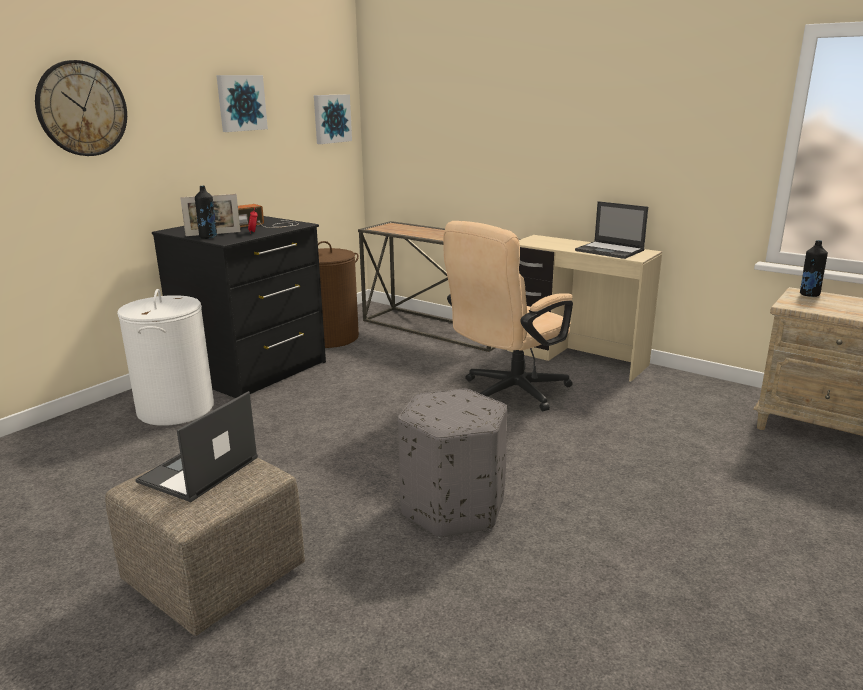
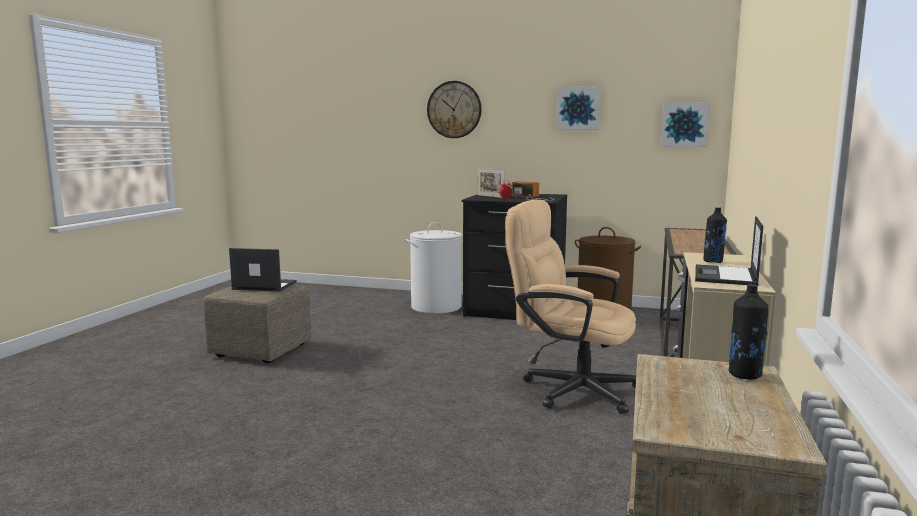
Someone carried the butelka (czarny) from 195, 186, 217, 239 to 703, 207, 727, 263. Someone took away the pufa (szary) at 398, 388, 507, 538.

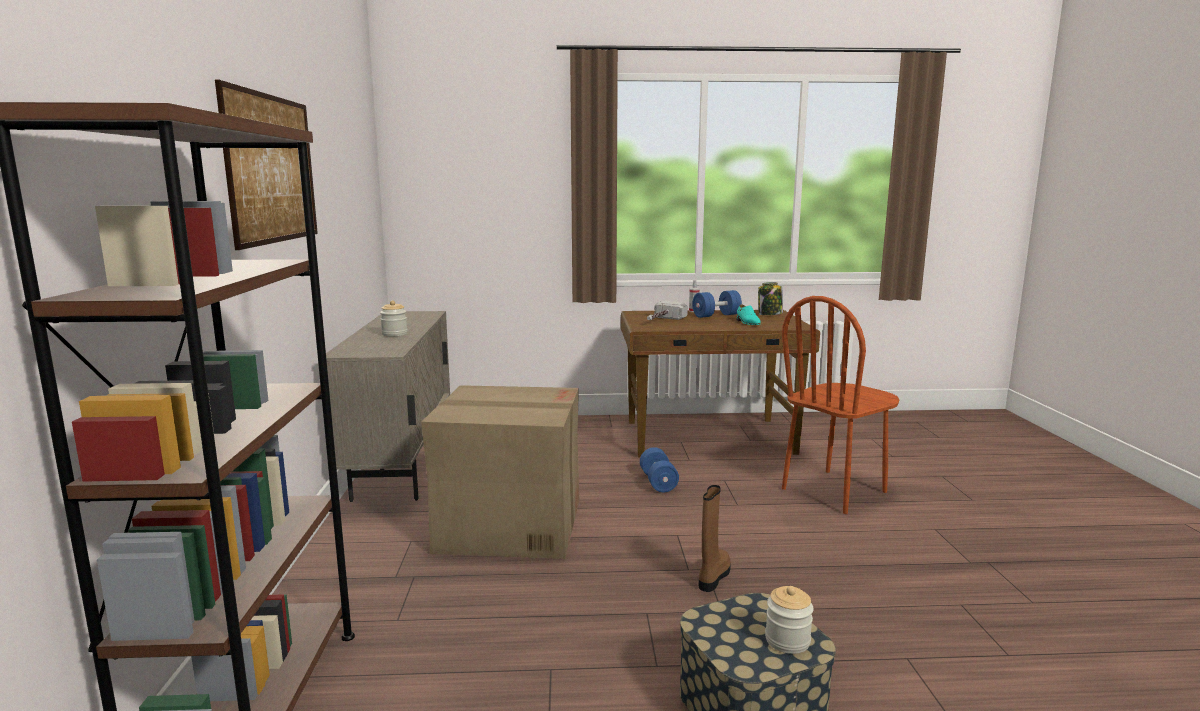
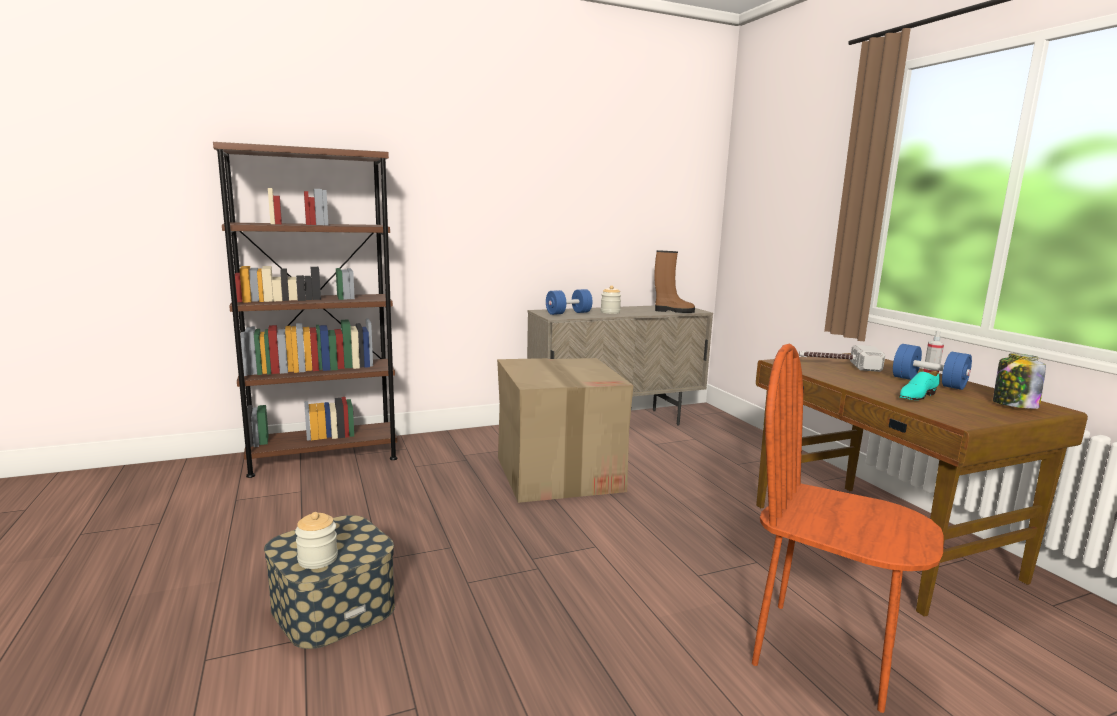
Someone took away the obraz at 215, 79, 318, 250. Someone carried the hantel (niebieski) from 640, 447, 679, 492 to 546, 289, 593, 315. Someone carried the but z cholewką (brązowy) from 698, 485, 731, 592 to 654, 250, 695, 313.

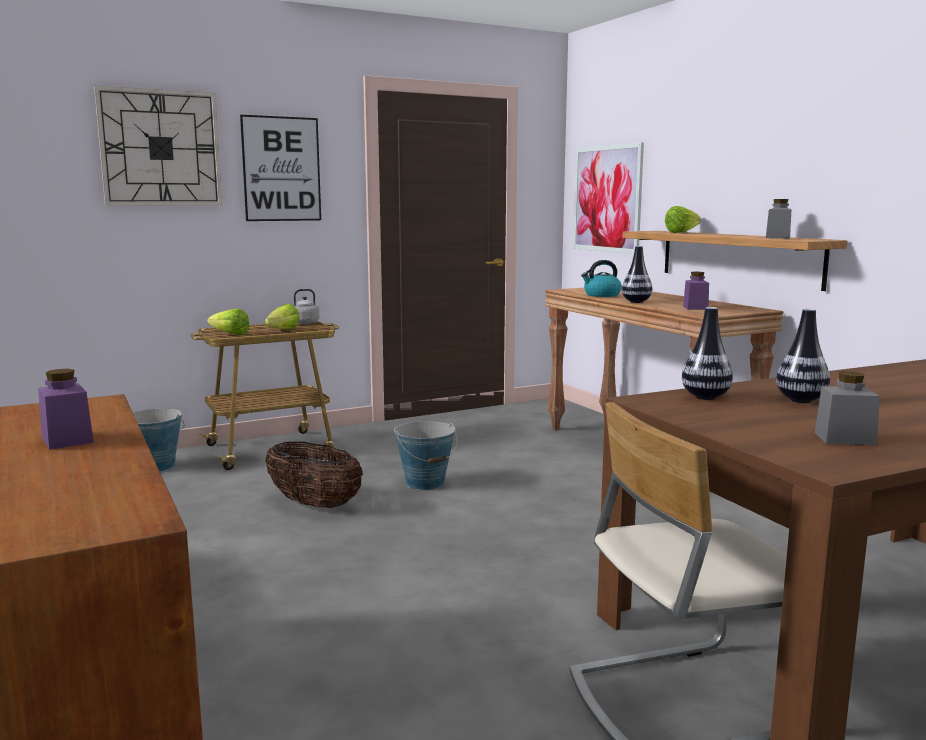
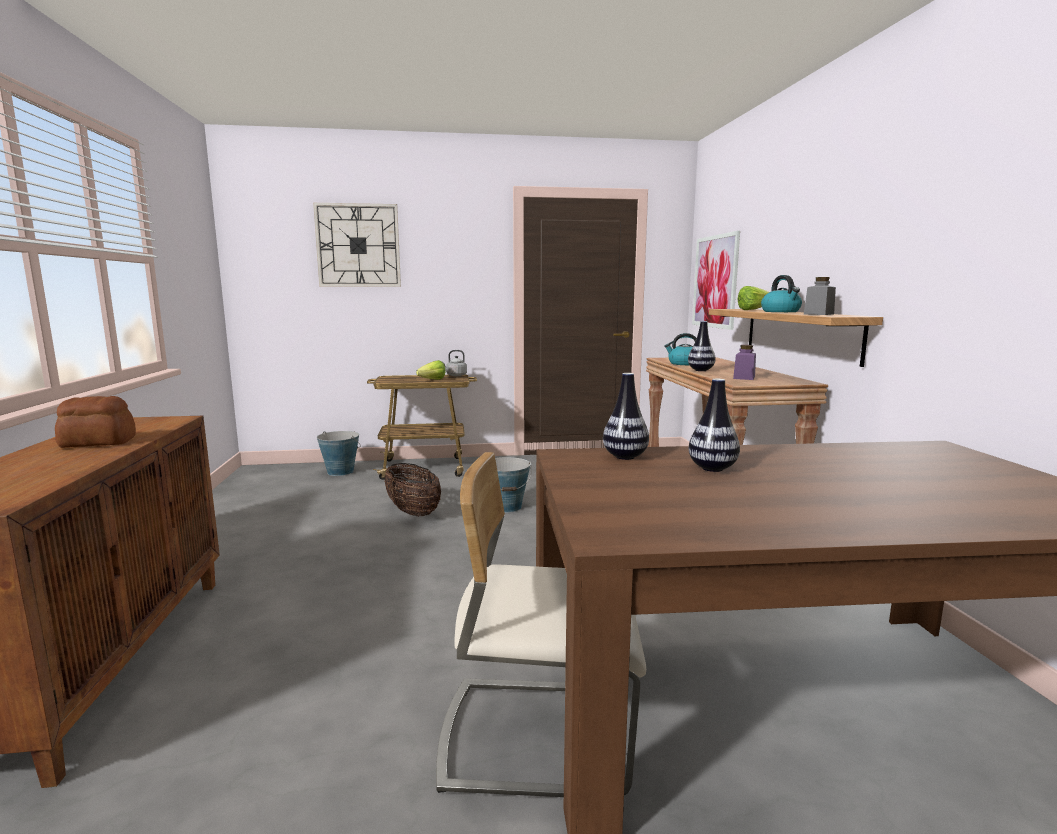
Someone swapped the słoik (fioletowy) at 38, 369, 94, 450 for the chleb at 55, 396, 136, 448. Someone took away the sałata at 207, 309, 250, 335. Someone took away the obraz at 240, 115, 321, 221. Someone took away the słoik (szary) at 815, 371, 880, 445. Someone put down the czajnik at 761, 275, 802, 312.

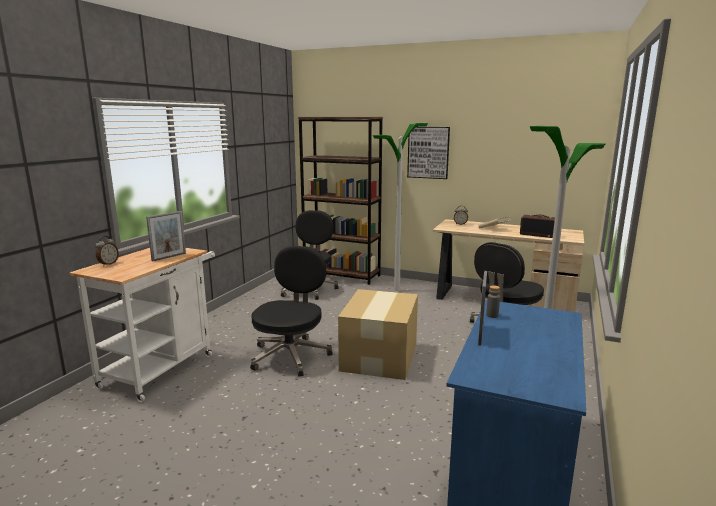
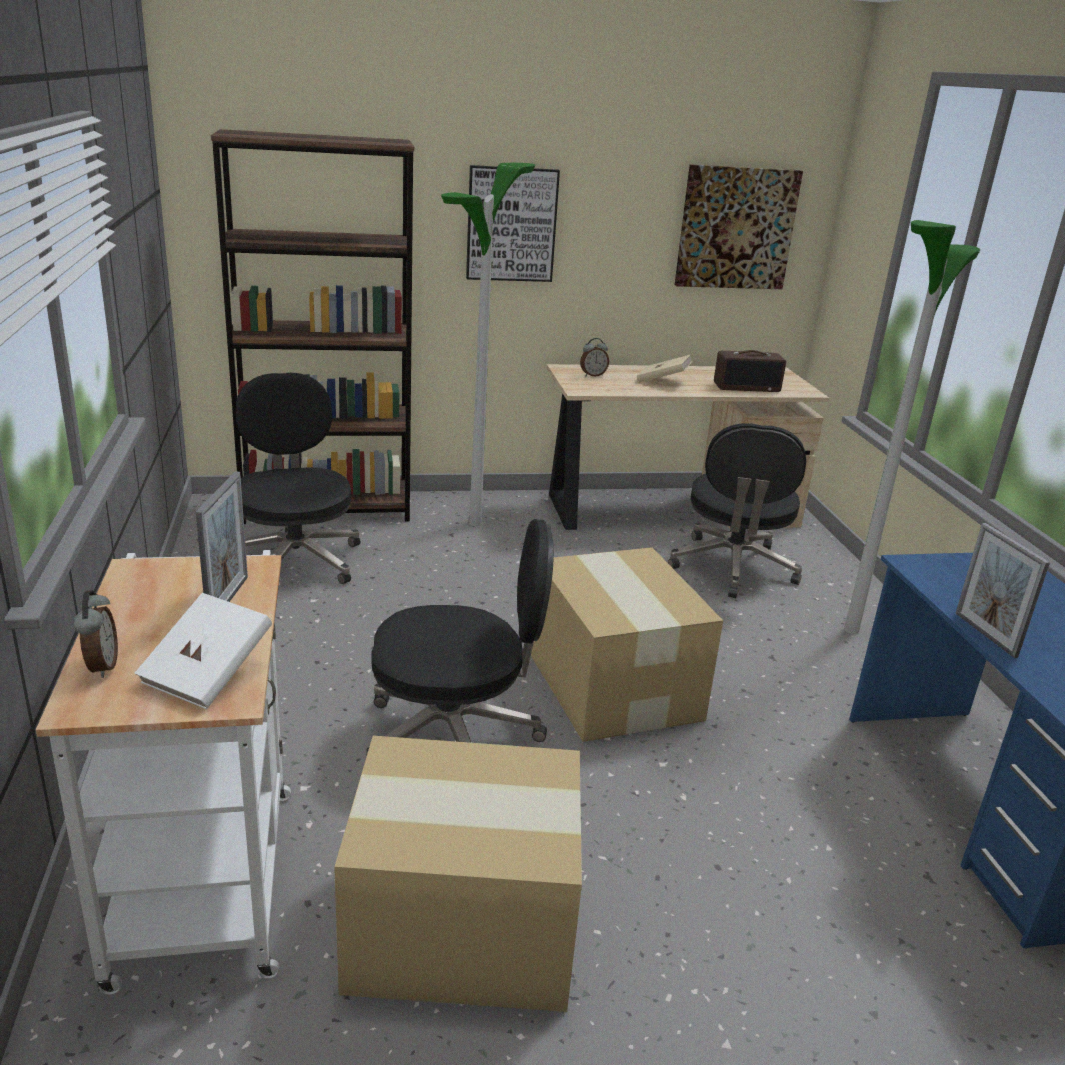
Someone rotated the krzesło biurowe (czarny) at 250, 246, 332, 377 by 105 degrees clockwise. Someone took away the butelka (szary) at 486, 285, 500, 318. Someone put down the książka (biały) at 134, 593, 272, 709. Someone put down the karton at 334, 736, 582, 1012. Someone put up the obraz at 674, 164, 803, 289.

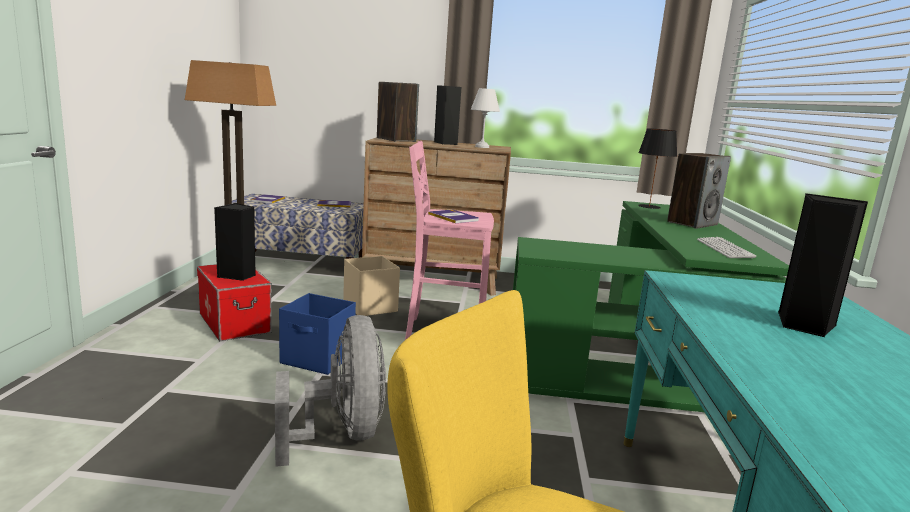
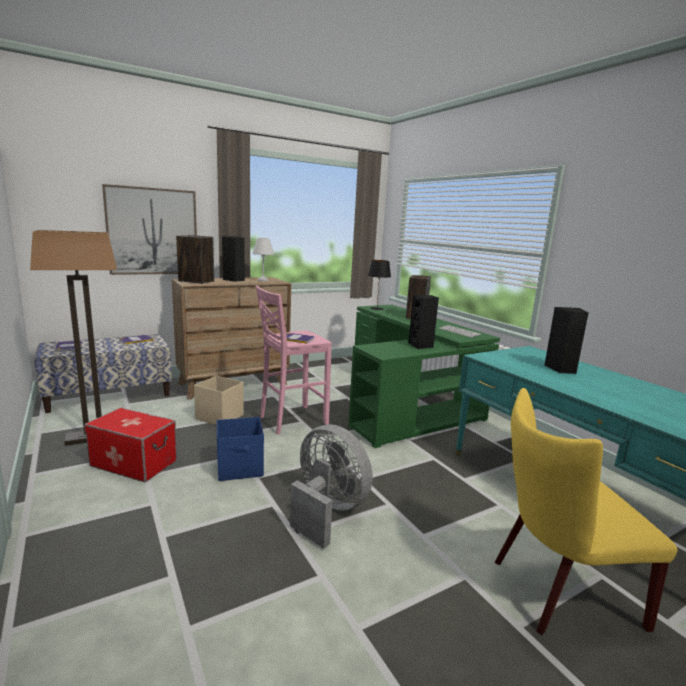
Someone carried the głośnik (czarny) from 214, 203, 256, 281 to 408, 295, 439, 349. Someone put up the obraz at 102, 184, 197, 275.

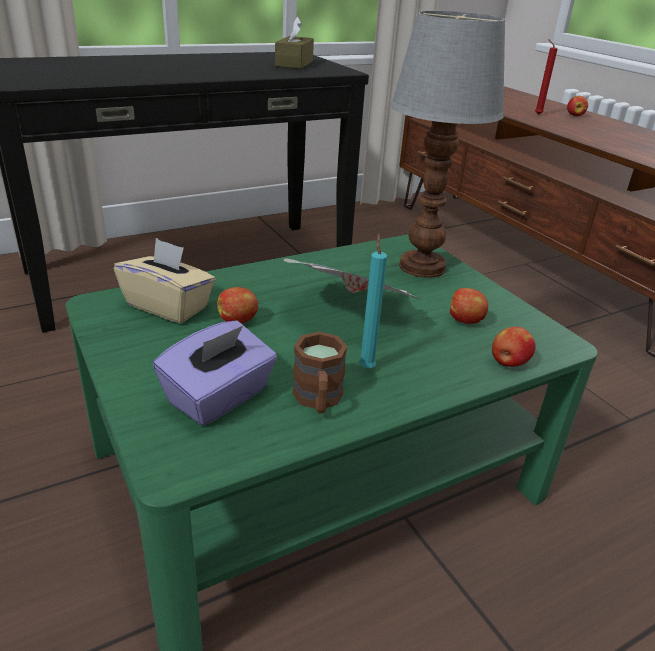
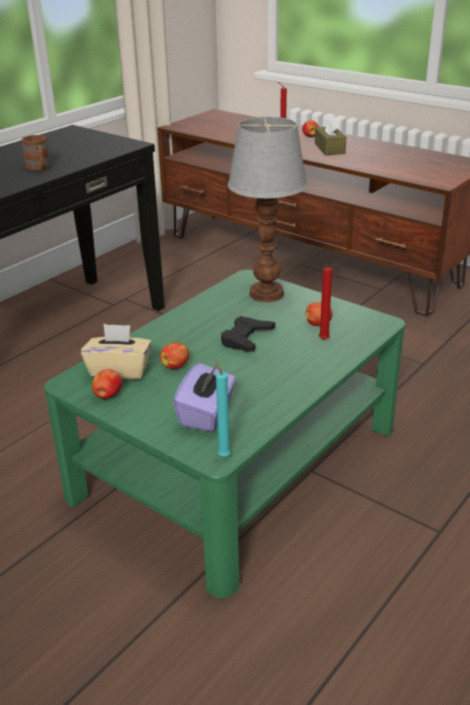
Someone carried the pudełko chusteczek (brązowy) from 275, 16, 314, 69 to 315, 115, 346, 155. Someone swapped the gazeta at 284, 258, 419, 299 for the pad do gier (czarny) at 221, 316, 275, 352. Someone carried the kubek (brązowy) from 292, 332, 348, 414 to 21, 135, 50, 170. Someone carried the świeca (turkusowy) from 359, 234, 387, 369 to 216, 360, 231, 457. Someone carried the jabłko from 492, 327, 536, 367 to 92, 369, 122, 399. Someone put down the świeca (czerwony) at 319, 263, 332, 340.

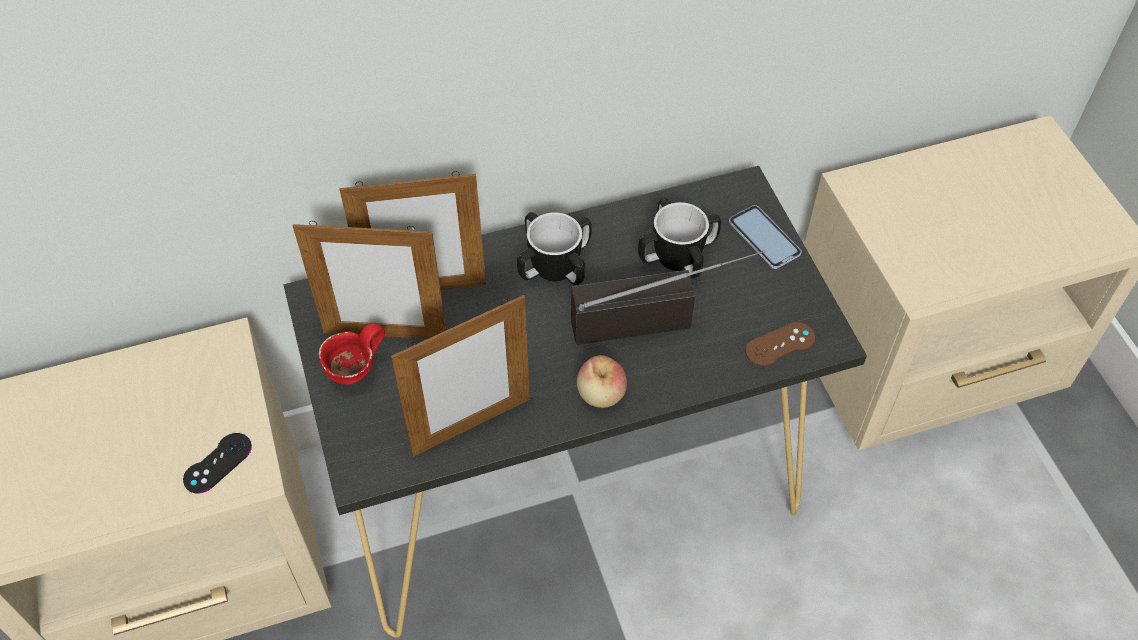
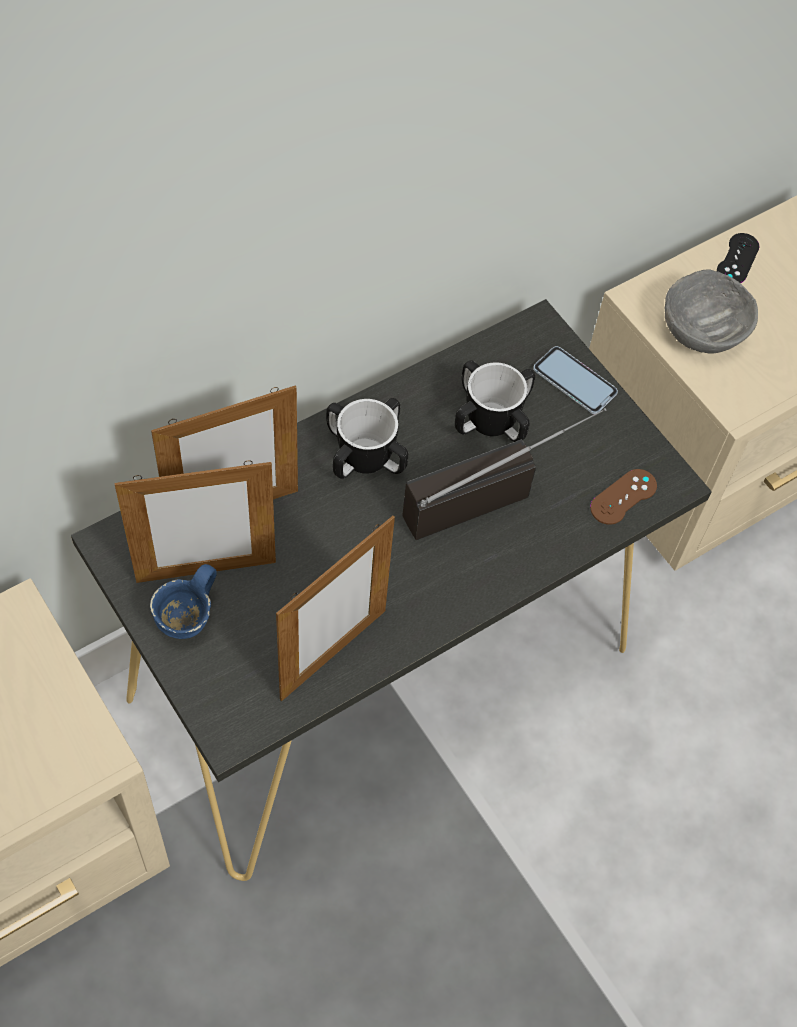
Someone carried the pad do gier (czarny) from 183, 433, 252, 494 to 717, 233, 760, 283. Someone repainted the kubek (czerwony) at 319, 322, 385, 385, which became the kubek (niebieski) at 150, 564, 217, 639. Someone took away the jabłko at 577, 355, 627, 408. Someone put down the miska (szary) at 665, 270, 758, 353.

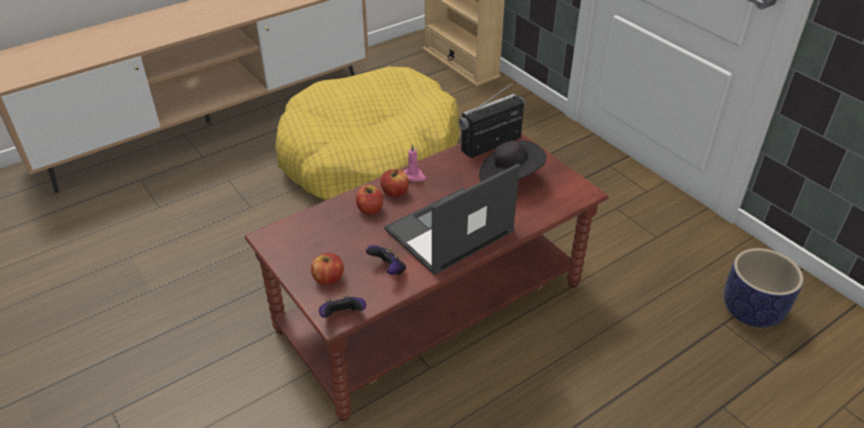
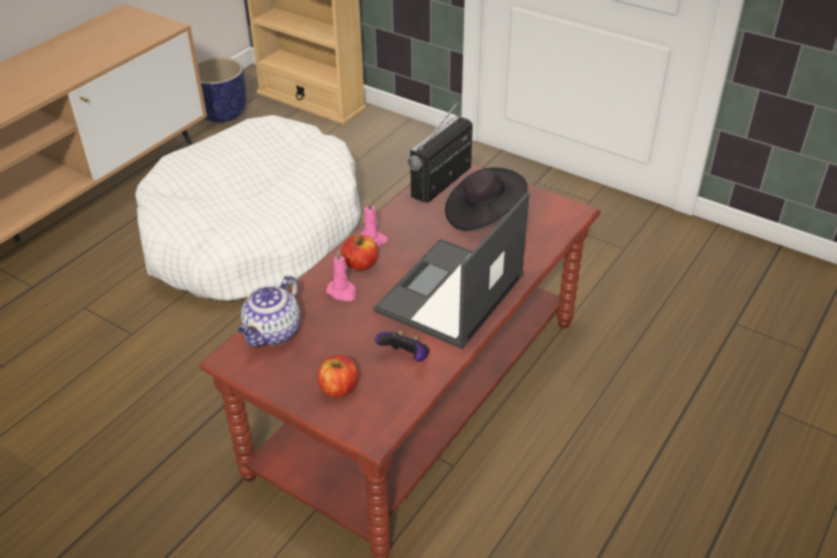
Someone repainted the legowisko (żółty) at 275, 67, 460, 200, which became the legowisko (biały) at 135, 115, 361, 301. Someone took away the pad do gier at 319, 294, 366, 318. Someone swapped the jabłko at 356, 185, 383, 215 for the świeca (różowy) at 326, 250, 356, 301. Someone carried the donica from 724, 248, 804, 328 to 197, 57, 247, 123. Someone put down the imbryk at 238, 275, 300, 347.

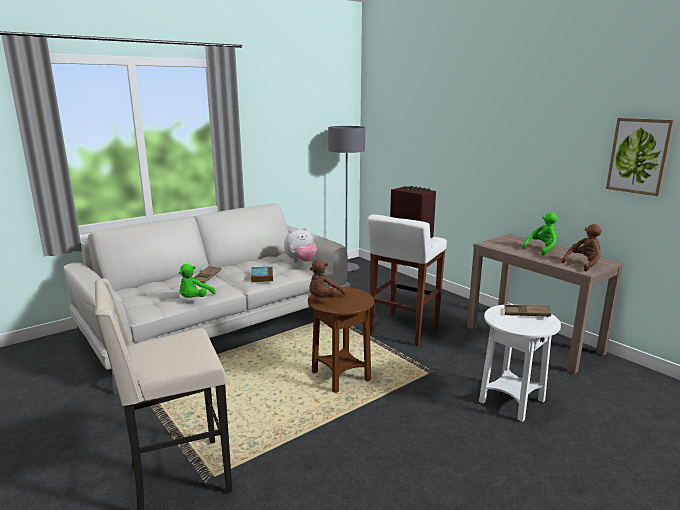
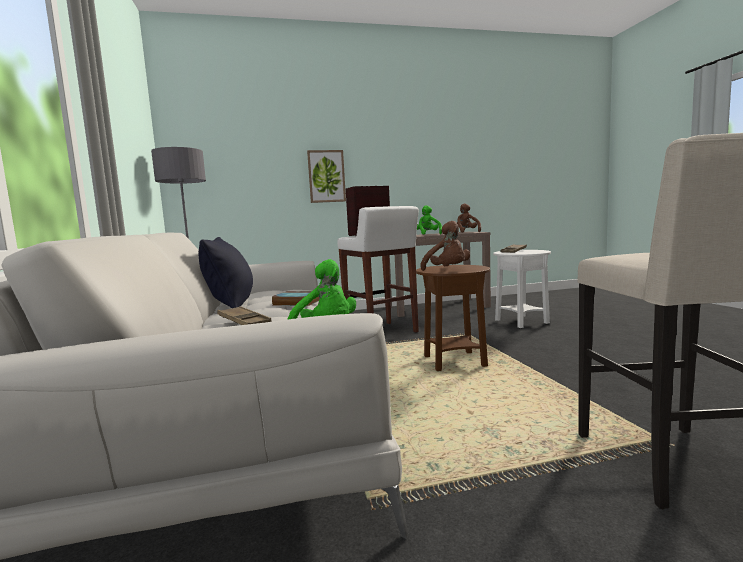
Someone took away the pluszak at 284, 228, 317, 262. Someone carried the obraz from 606, 118, 675, 196 to 307, 150, 346, 203. Someone put down the poduszka (czarny) at 199, 237, 253, 308.

